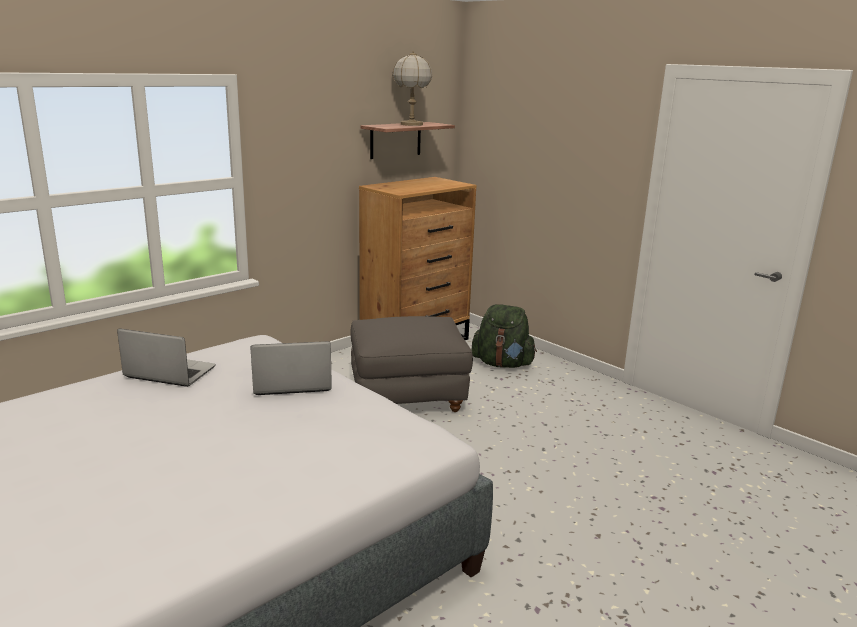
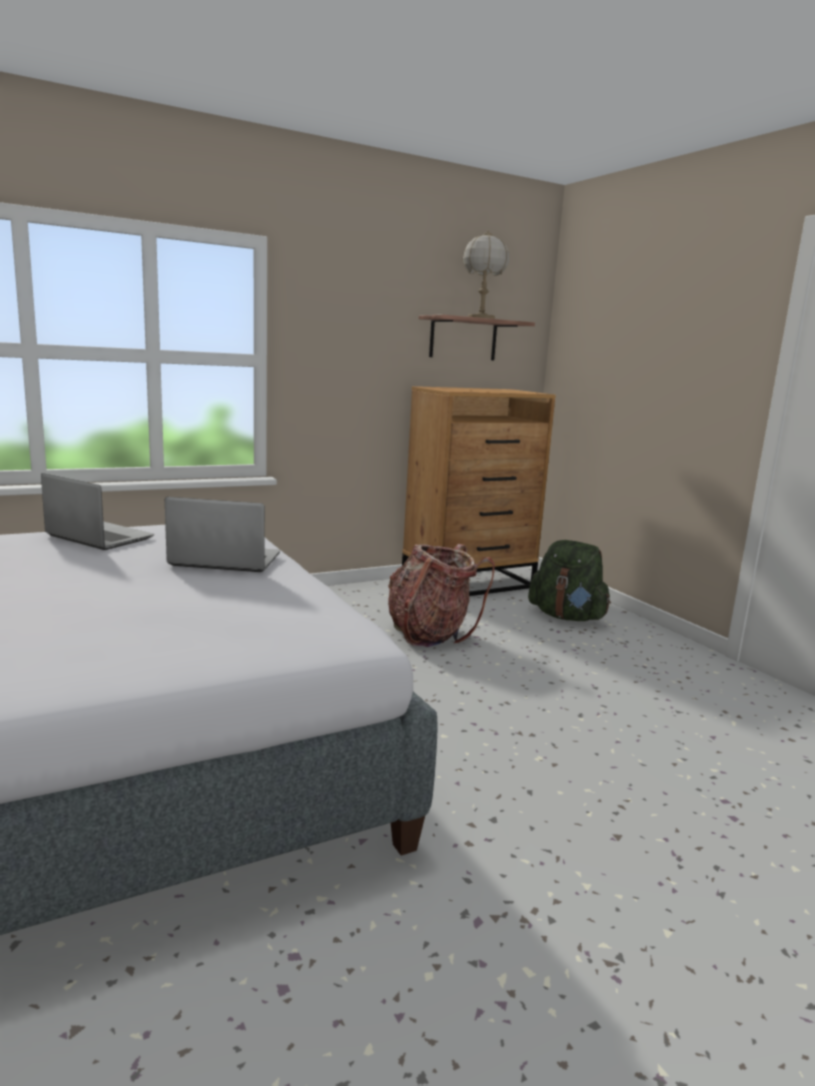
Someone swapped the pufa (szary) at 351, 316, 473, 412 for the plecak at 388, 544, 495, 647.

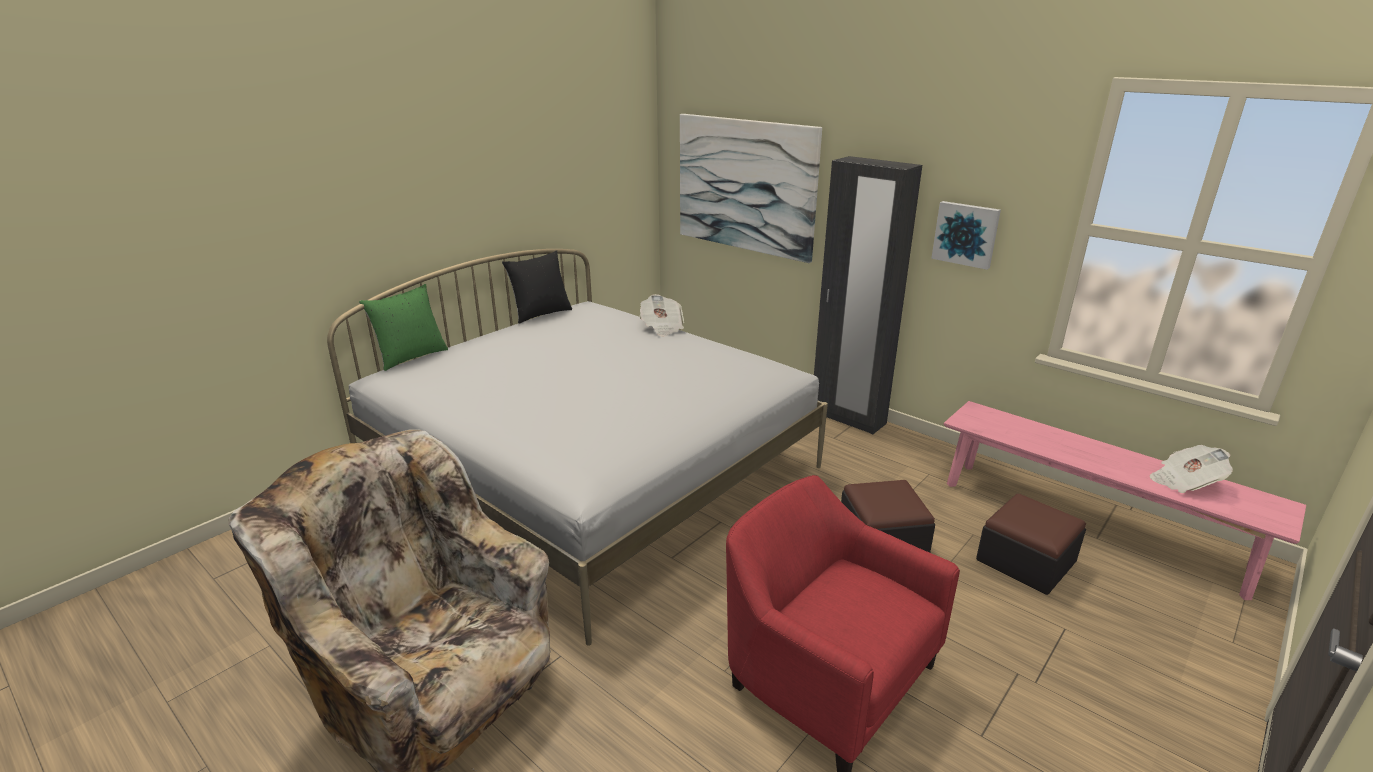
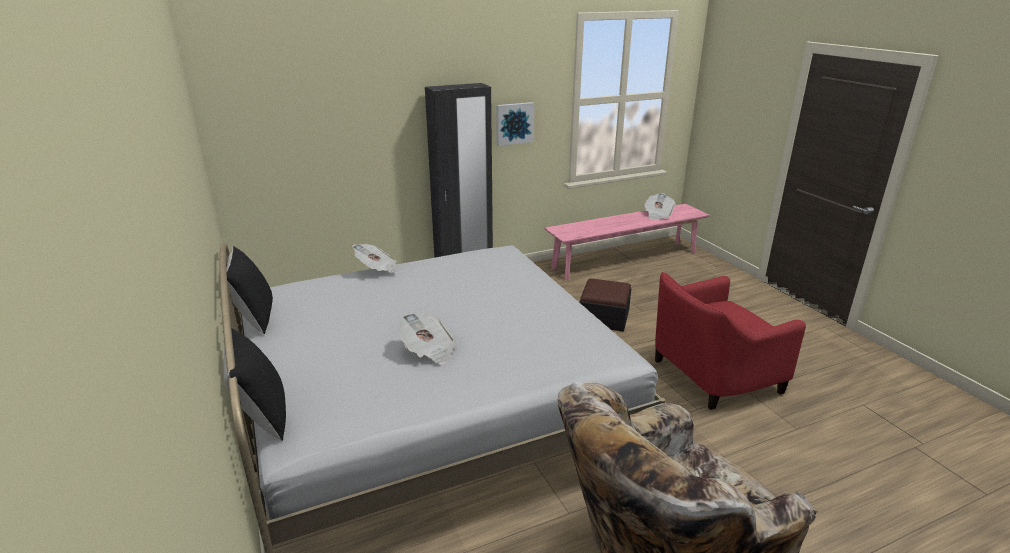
Someone repainted the poduszka (zielony) at 359, 284, 448, 371, which became the poduszka (czarny) at 224, 328, 286, 441. Someone took away the obraz at 680, 114, 822, 263. Someone took away the pufa at 976, 494, 1086, 595. Someone put down the gazeta at 398, 313, 457, 365.

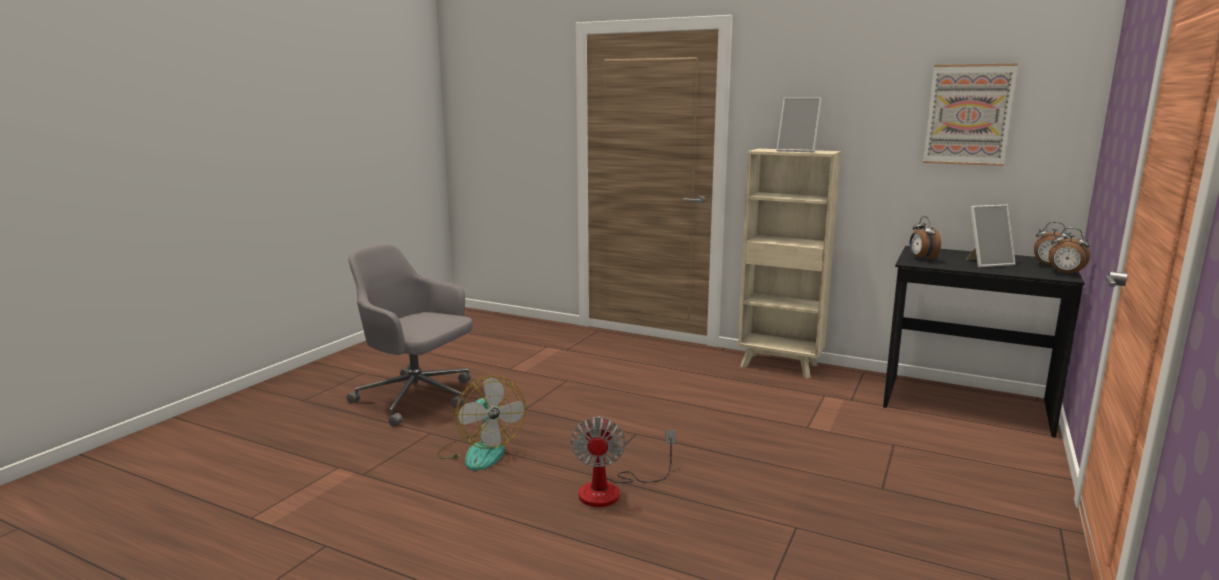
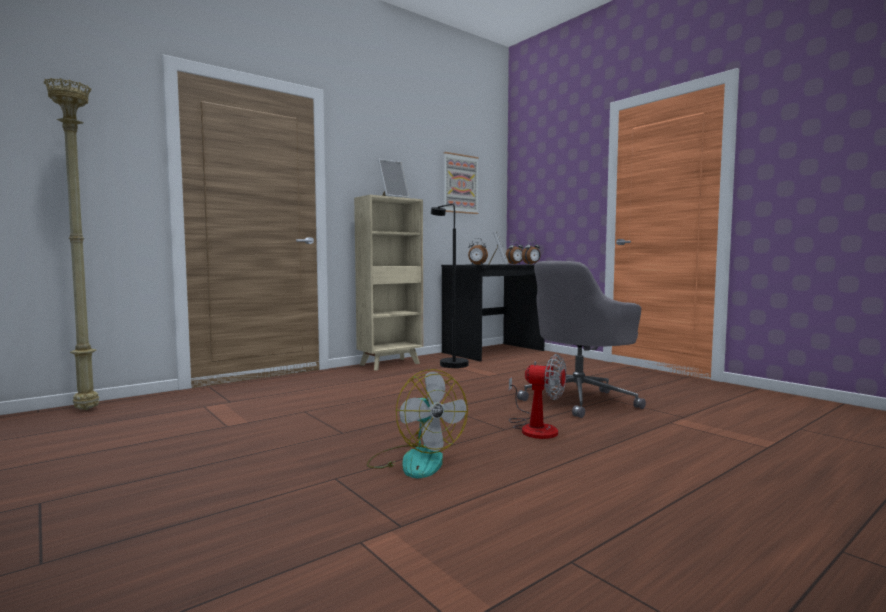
Someone carried the krzesło biurowe (szary) from 346, 244, 473, 427 to 517, 261, 646, 418. Someone rotated the wentylator at 437, 376, 526, 471 by 60 degrees clockwise. Someone put down the lampa stojąca (beżowy) at 43, 78, 99, 410. Someone put down the lampa stojąca (czarny) at 431, 204, 469, 368.

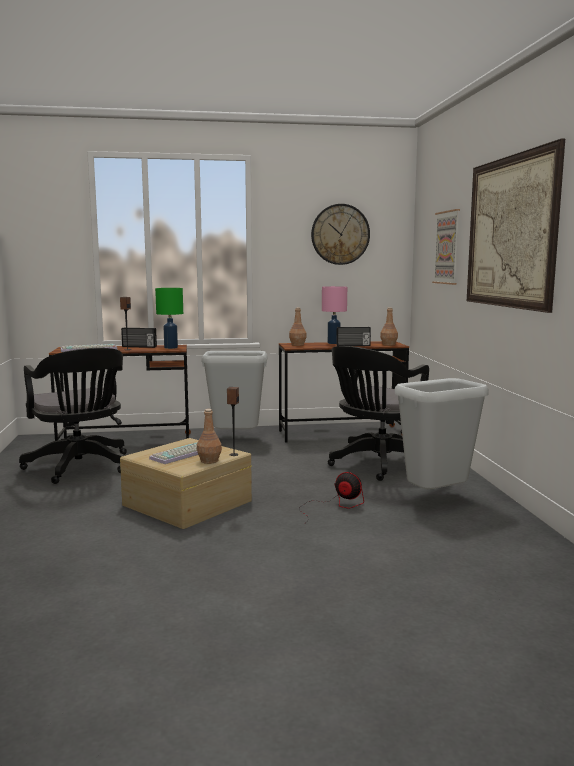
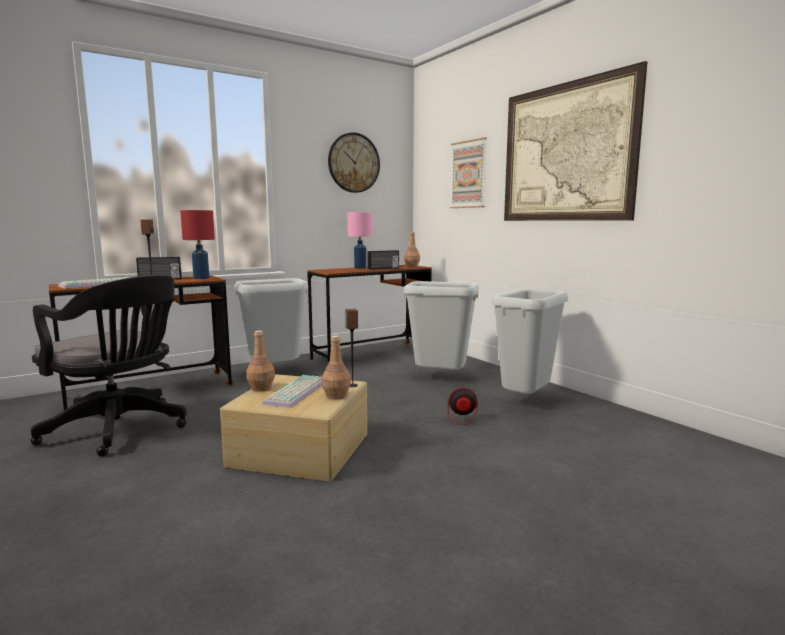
Someone repainted the lampa stołowa (zielony) at 155, 288, 183, 349, which became the lampa stołowa (czerwony) at 180, 210, 215, 279. Someone carried the butelka (brązowy) from 289, 308, 307, 346 to 247, 330, 275, 392. Someone swapped the krzesło biurowe (czarny) at 328, 346, 429, 481 for the kosz na śmieci (szary) at 404, 281, 479, 370.

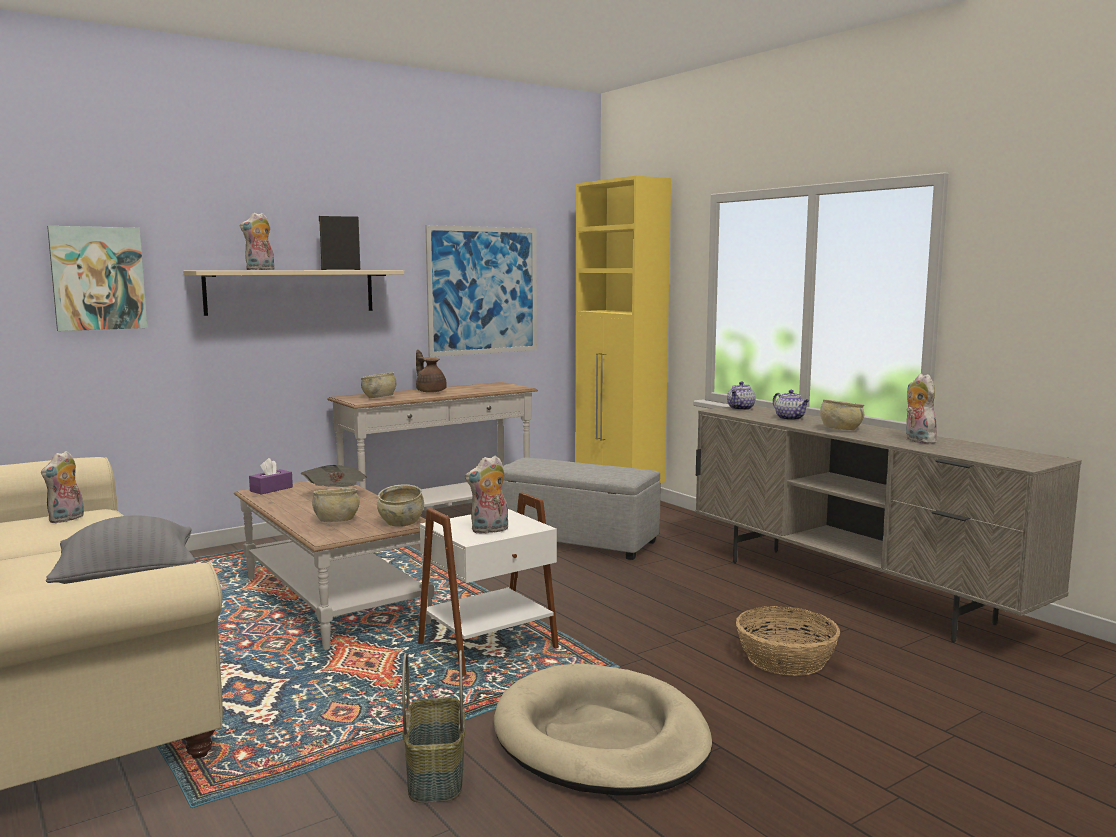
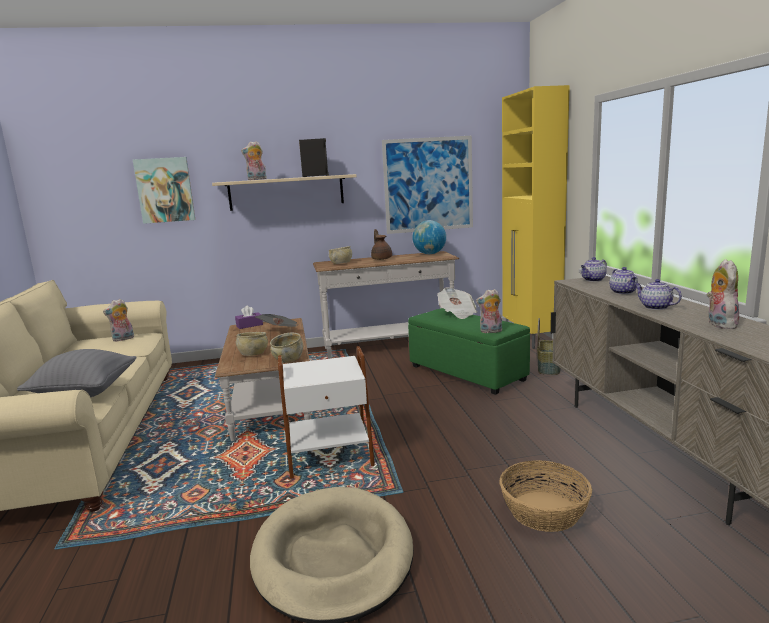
Someone carried the koszyk from 402, 650, 465, 803 to 537, 318, 561, 375. Someone carried the pluszak from 465, 456, 508, 534 to 476, 289, 502, 333. Someone repainted the pufa (szary) at 502, 457, 660, 560, which became the pufa (zielony) at 408, 308, 530, 395. Someone swapped the miska (beżowy) at 820, 399, 864, 431 for the imbryk at 635, 279, 682, 310. Someone put down the globus at 412, 220, 446, 254. Someone put down the gazeta at 437, 287, 478, 319.

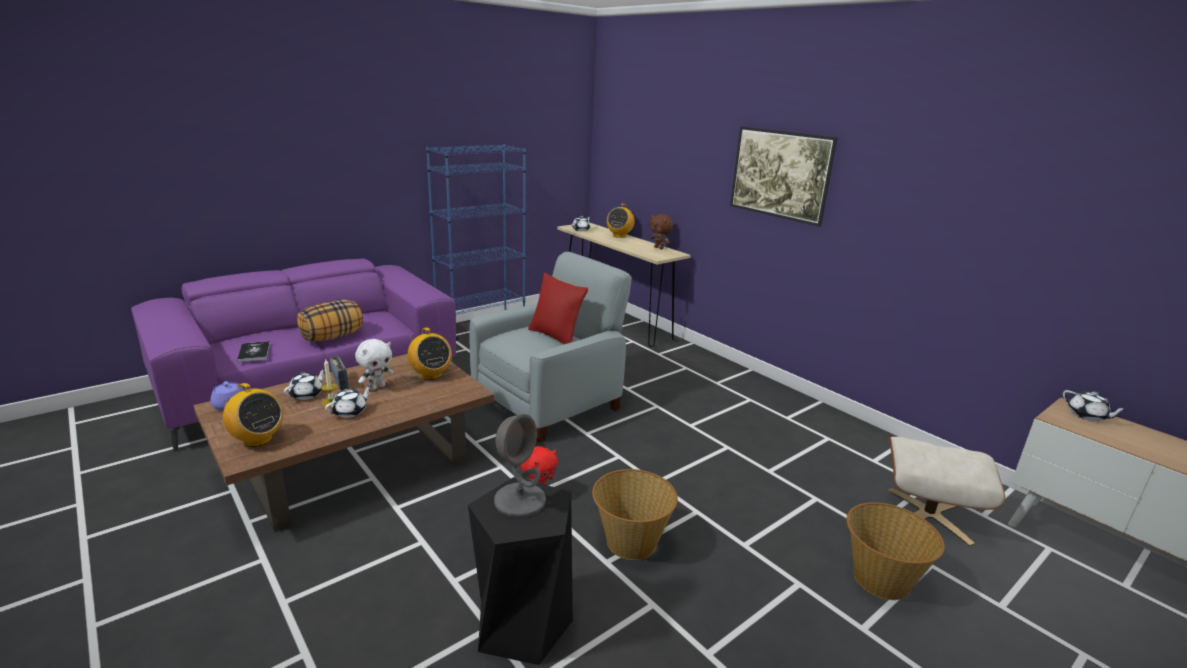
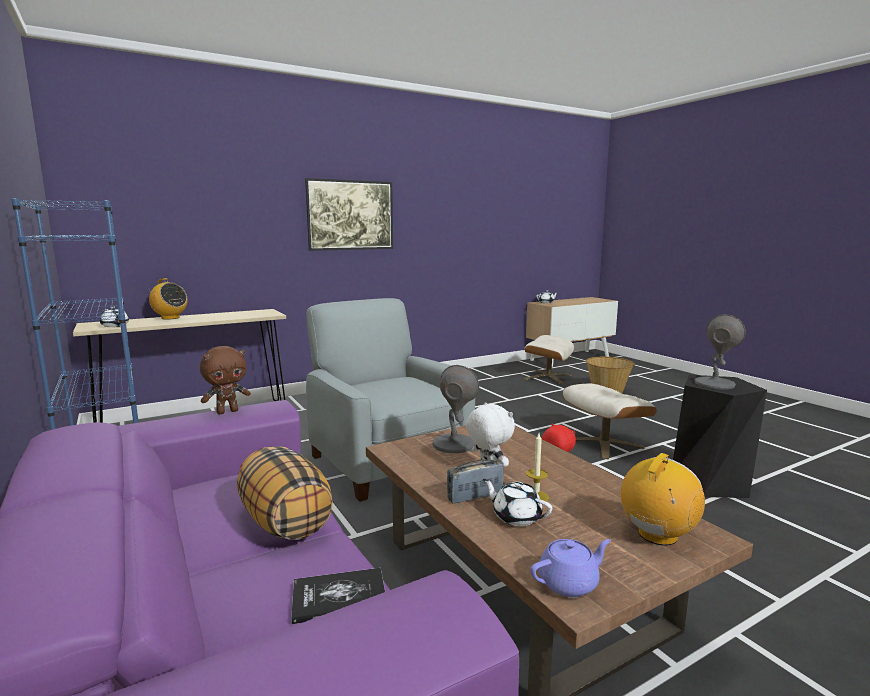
Someone took away the imbryk (biały) at 325, 385, 372, 418. Someone swapped the radio at 408, 328, 452, 380 for the lampa stołowa (szary) at 433, 365, 479, 453. Someone took away the poduszka (czerwony) at 528, 272, 588, 344. Someone swapped the koszyk at 592, 469, 678, 560 for the pufa (beżowy) at 562, 384, 657, 459. Someone carried the pluszak (brązowy) from 650, 214, 673, 249 to 200, 346, 251, 414.

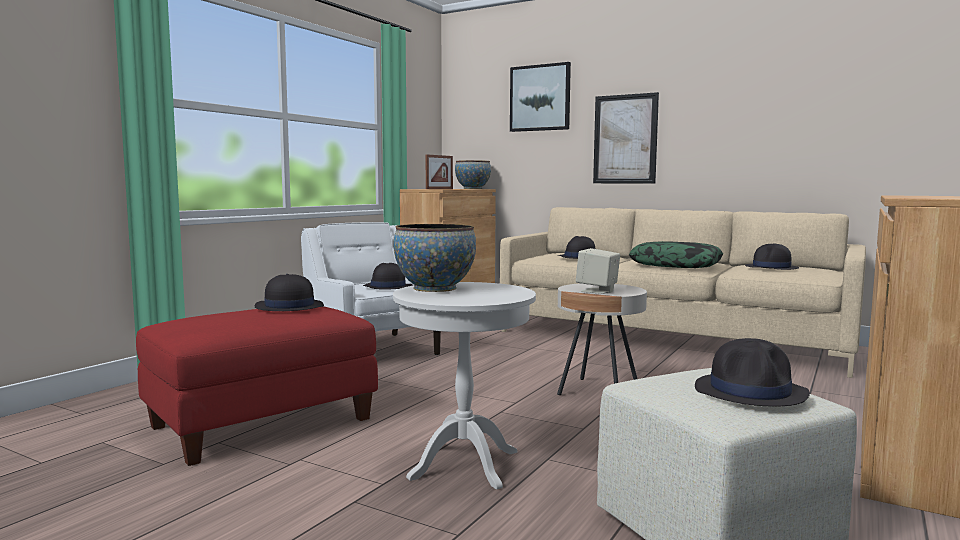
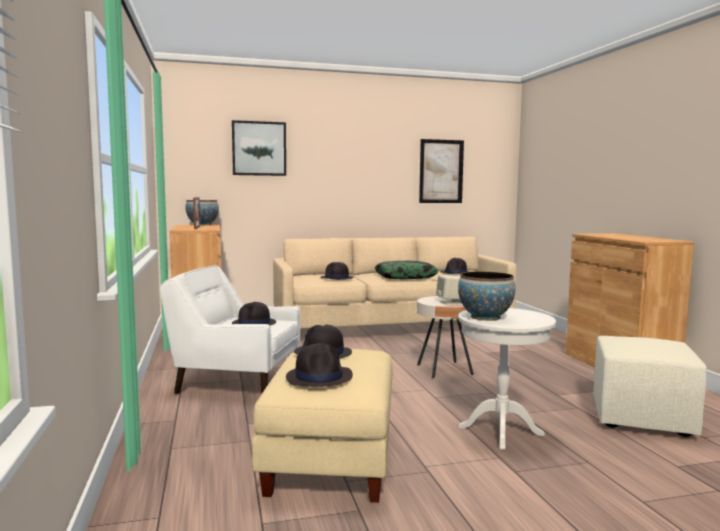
Someone repainted the pufa (czerwony) at 136, 307, 378, 466, which became the pufa (beżowy) at 252, 349, 393, 503. Someone carried the obraz from 593, 92, 659, 184 to 419, 139, 464, 203. Someone carried the kapelusz (czarny) from 695, 338, 810, 406 to 286, 343, 353, 387.

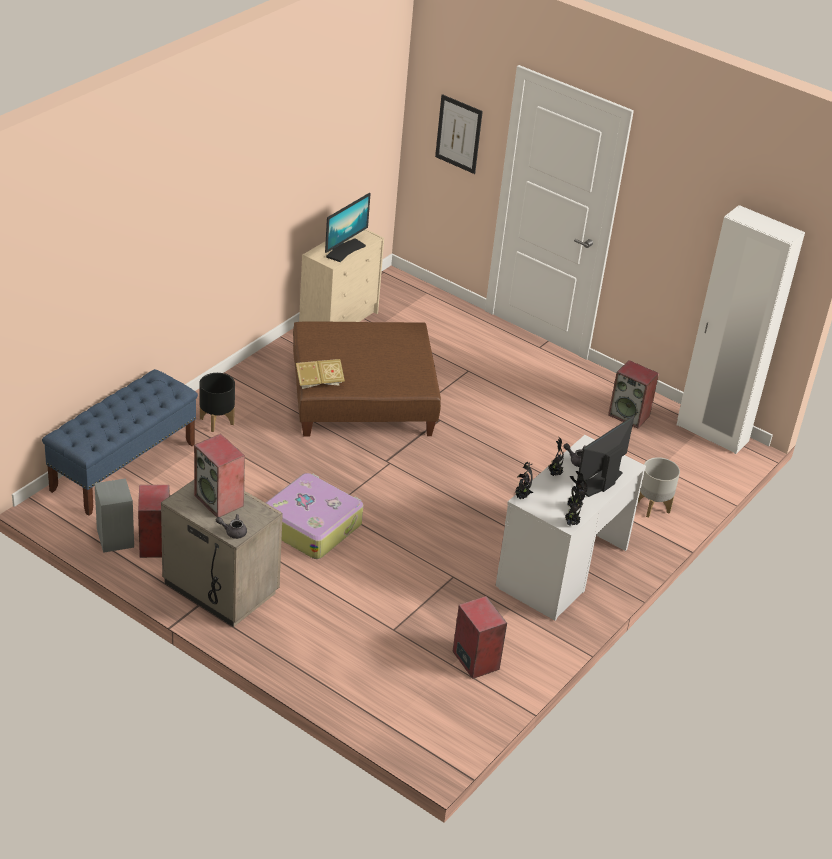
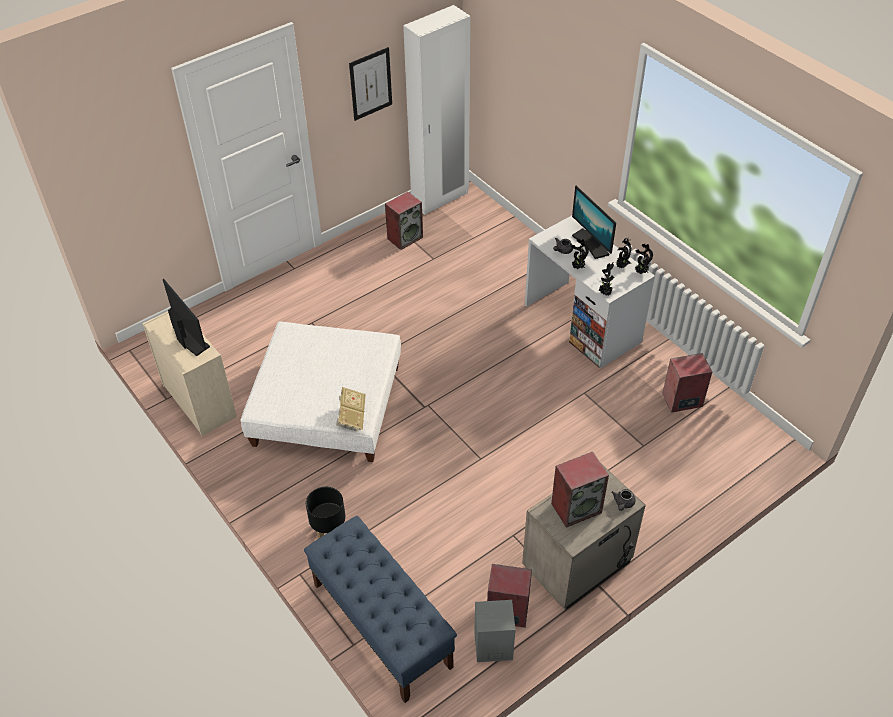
Someone took away the walizka at 266, 473, 364, 559. Someone repainted the pufa (brązowy) at 293, 321, 441, 437, which became the pufa (biały) at 240, 321, 401, 462. Someone carried the obraz from 435, 94, 483, 174 to 349, 47, 392, 121. Someone took away the donica (szary) at 638, 457, 680, 518.

